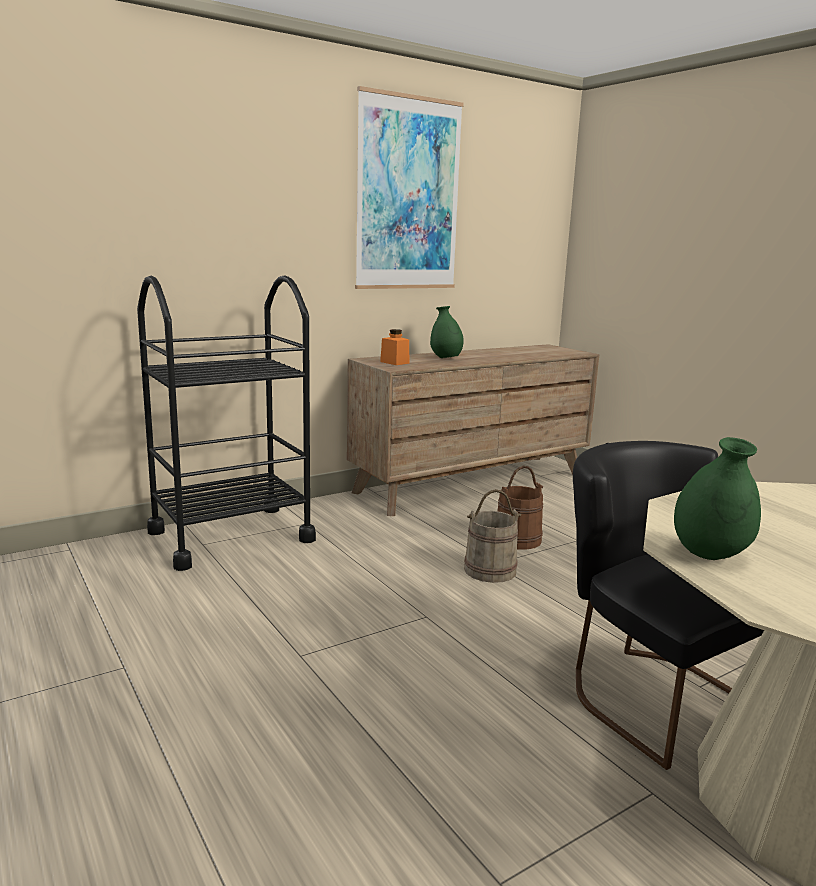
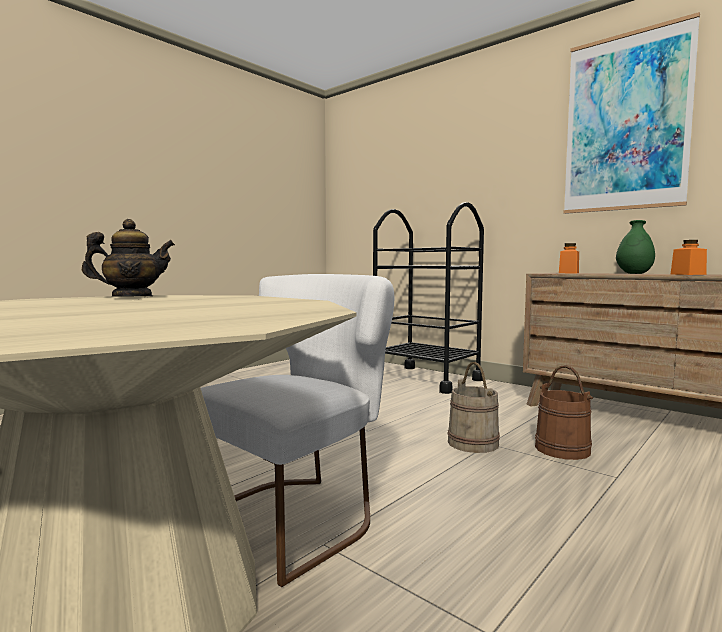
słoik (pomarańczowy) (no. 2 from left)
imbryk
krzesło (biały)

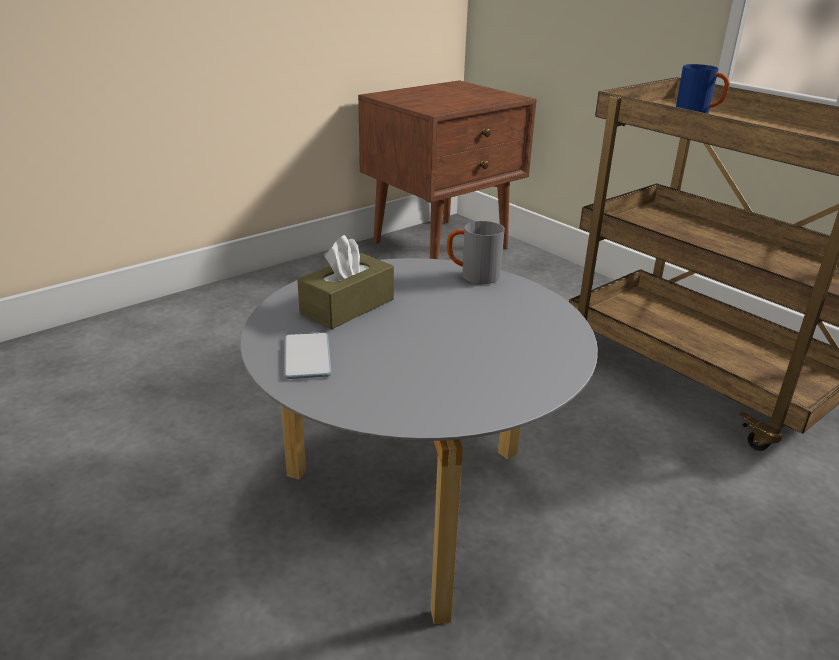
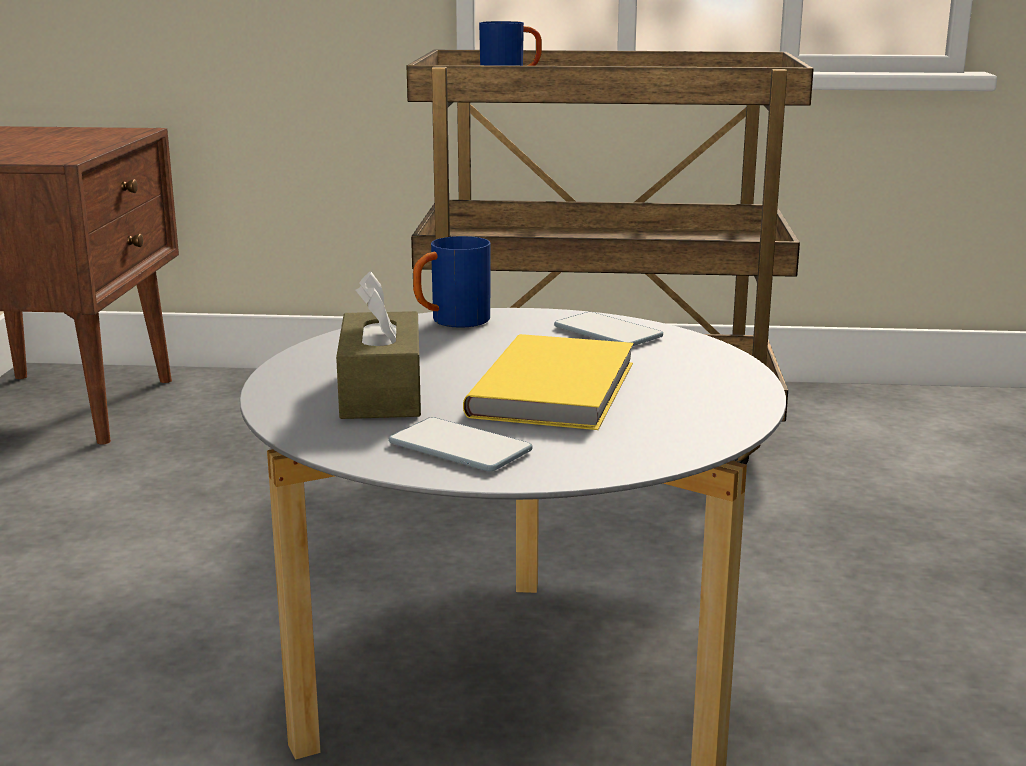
książka (żółty)
telefon (no. 2 from left)
kubek (niebieski) (no. 1 from left)

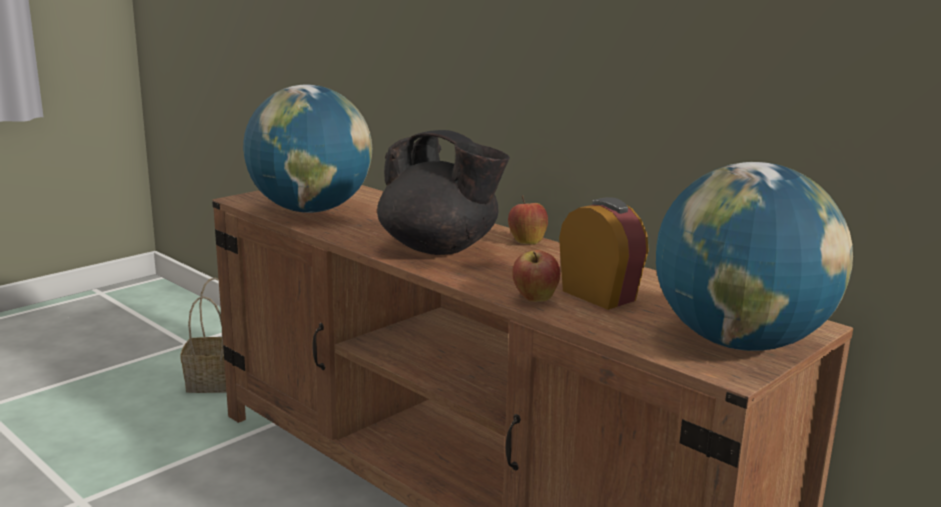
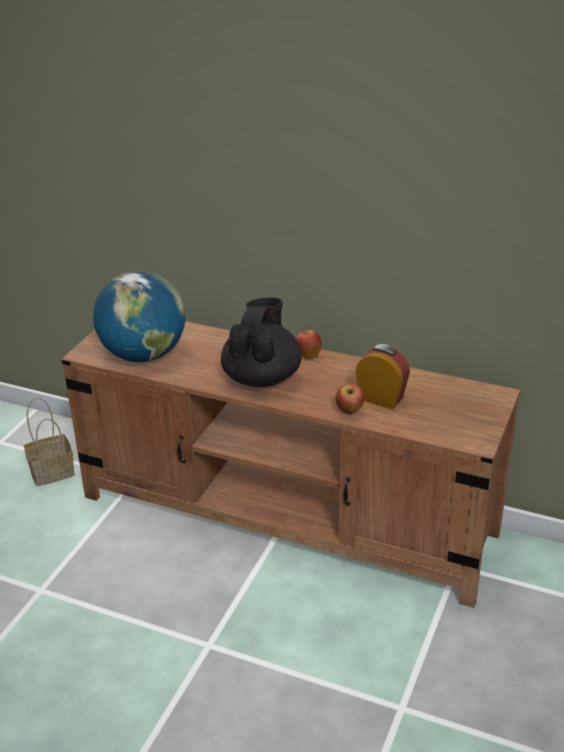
globus (no. 2 from left in the first image)
imbryk (czarny)

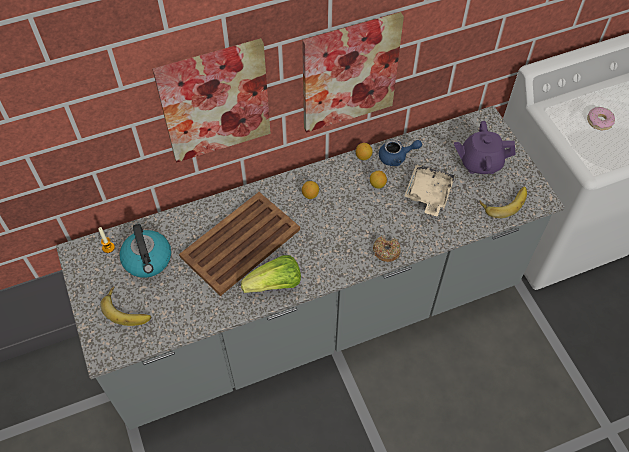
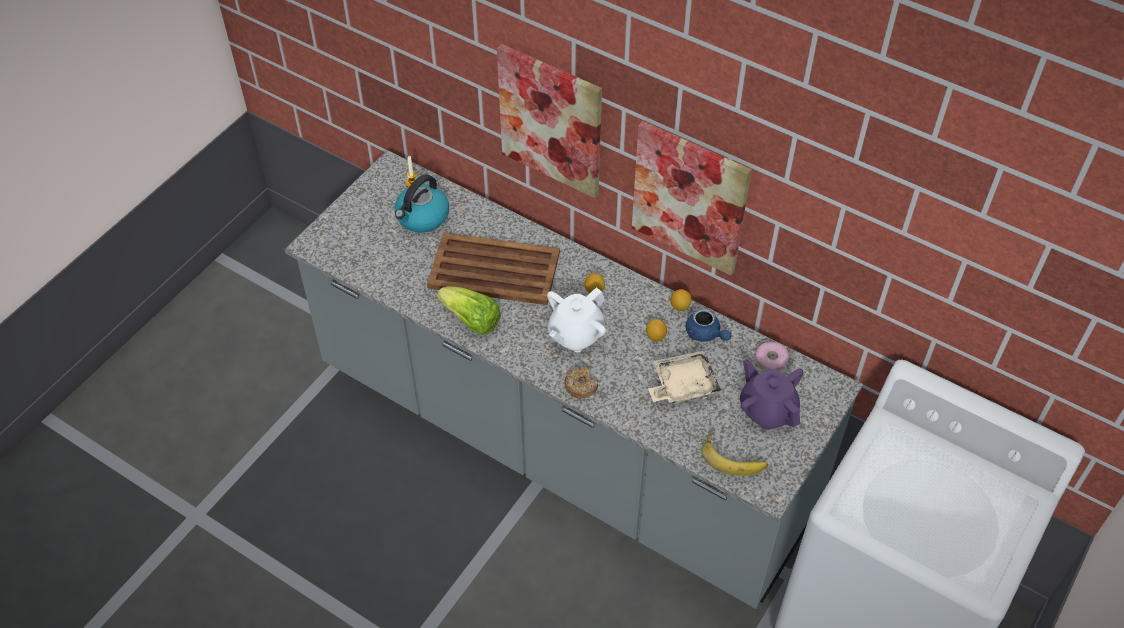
banan (no. 1 from left in the first image)
imbryk (biały)
donut (no. 2 from left)

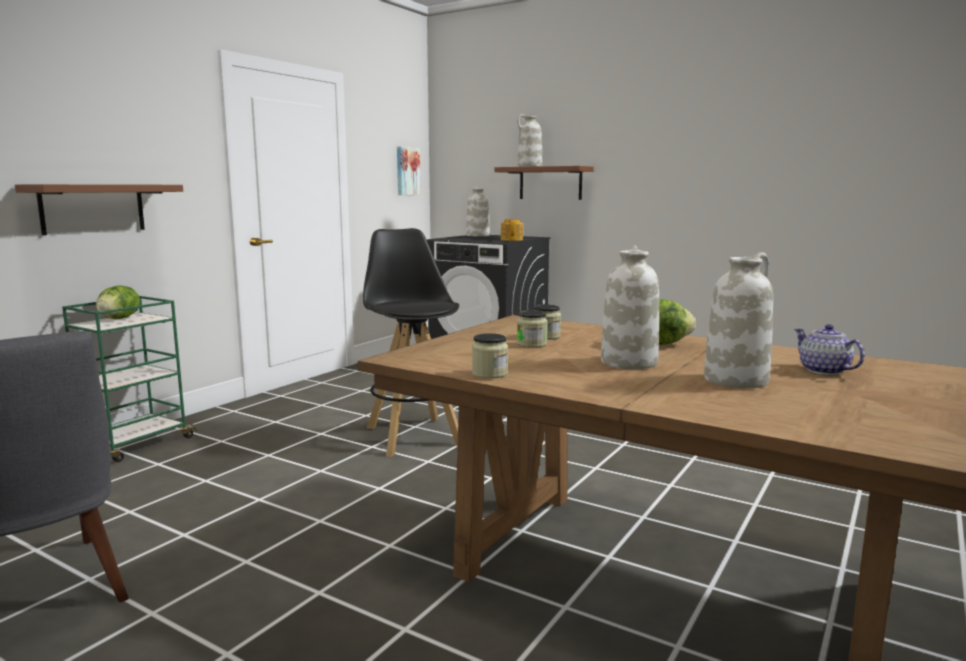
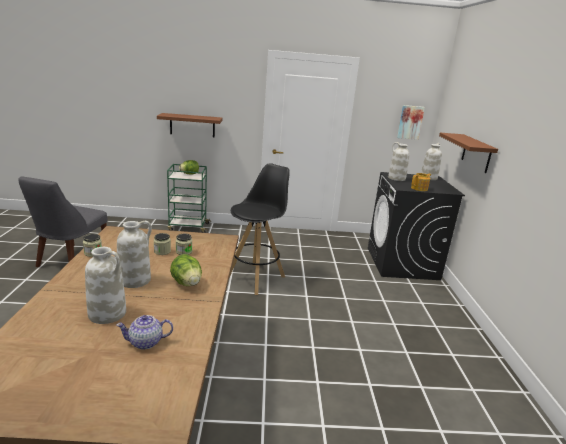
wazon (biały) (no. 3 from left)
imbryk (no. 1 from left)

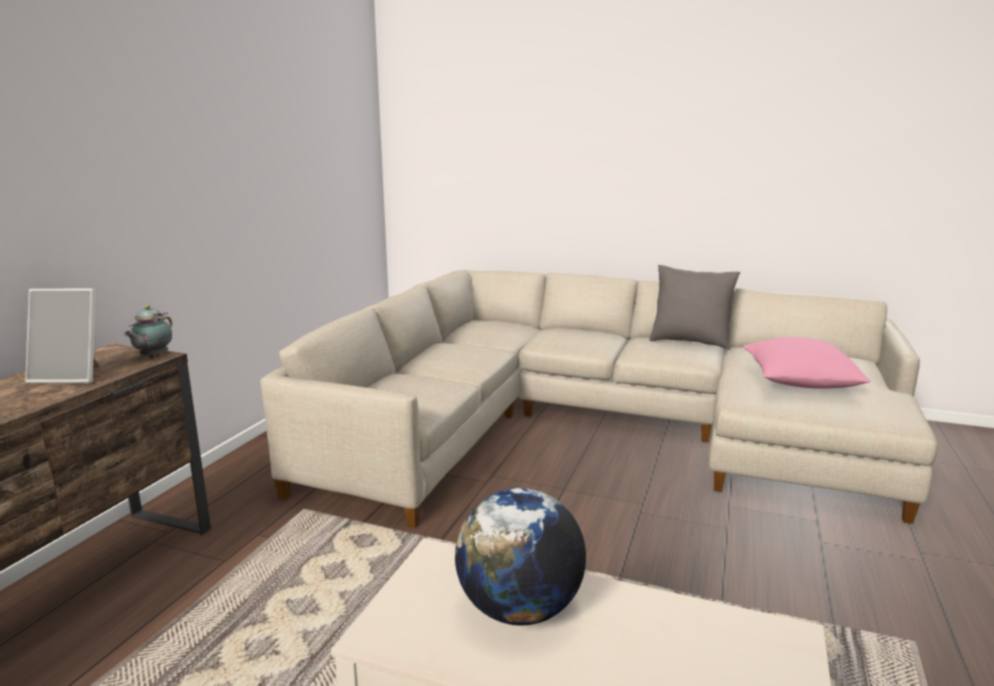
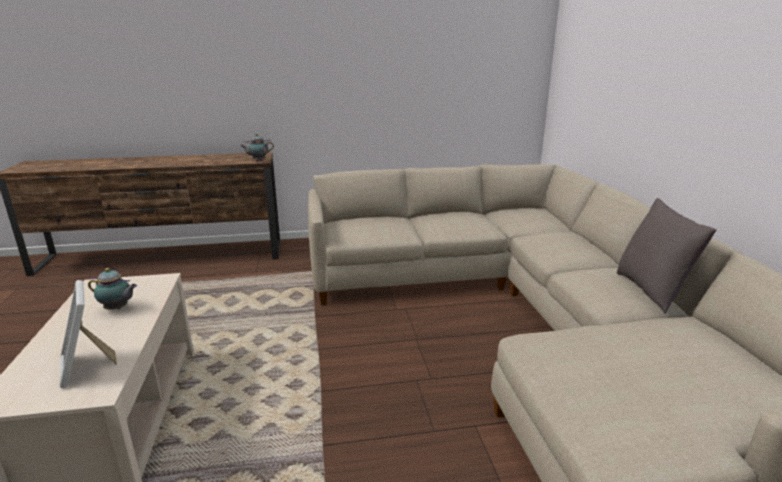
poduszka (różowy)
ramka na zdjęcie
imbryk (no. 1 from left)

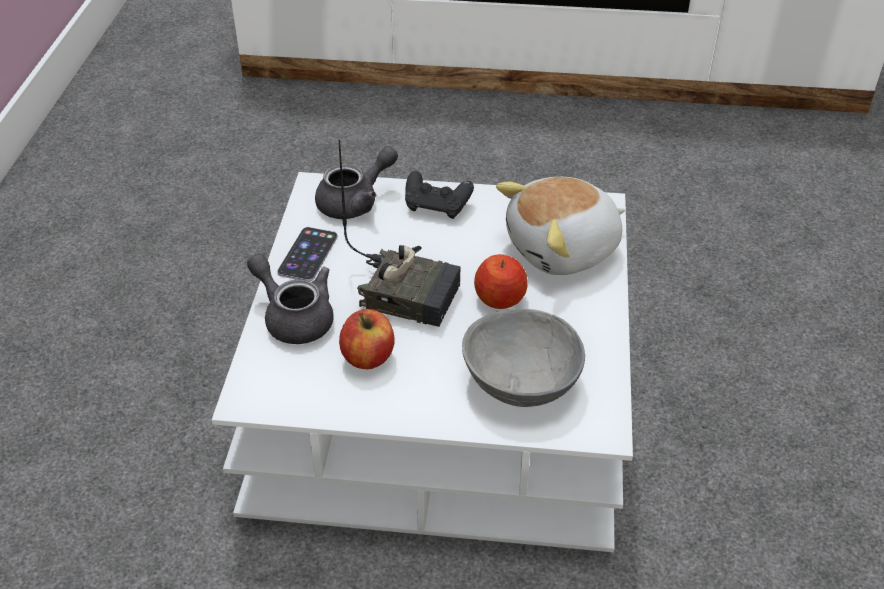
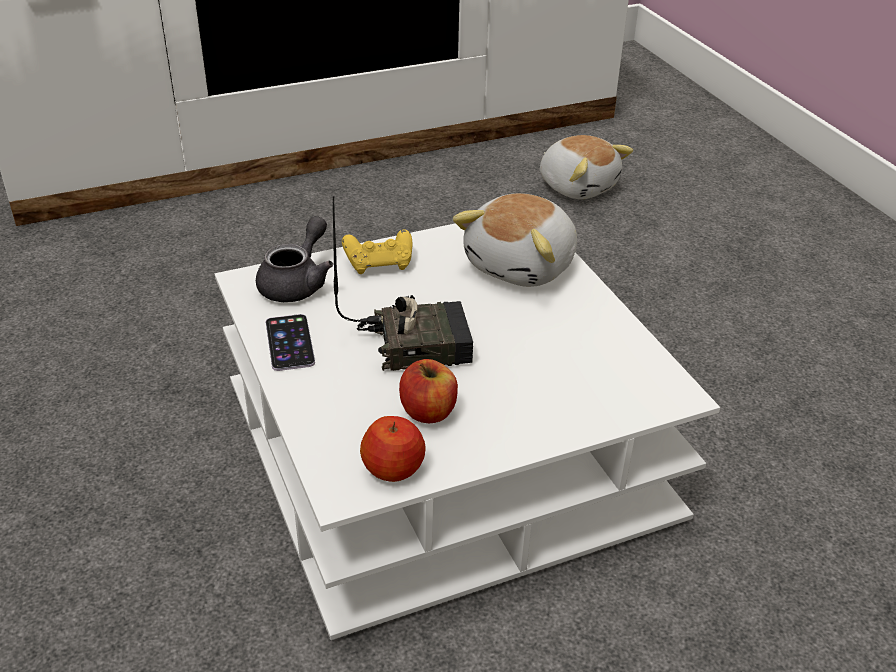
imbryk (szary) (no. 1 from left in the first image)
miska (szary)
pluszak (no. 2 from left)
jabłko (no. 1 from left)
pad do gier (żółty)

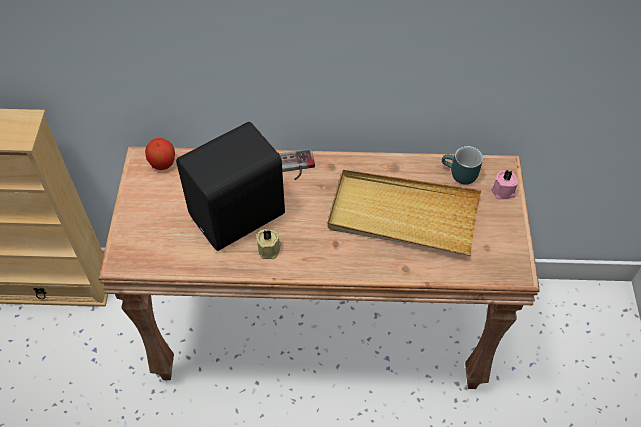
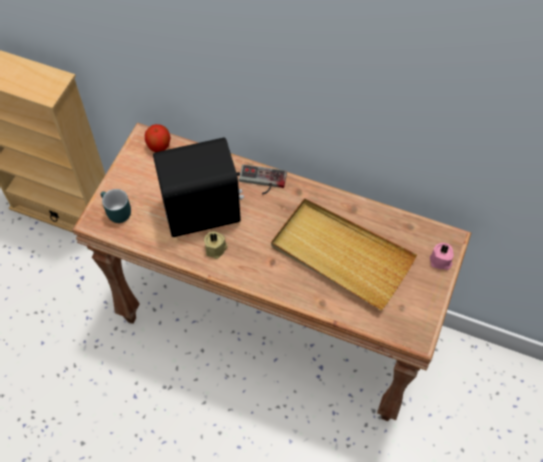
kubek (turkusowy)

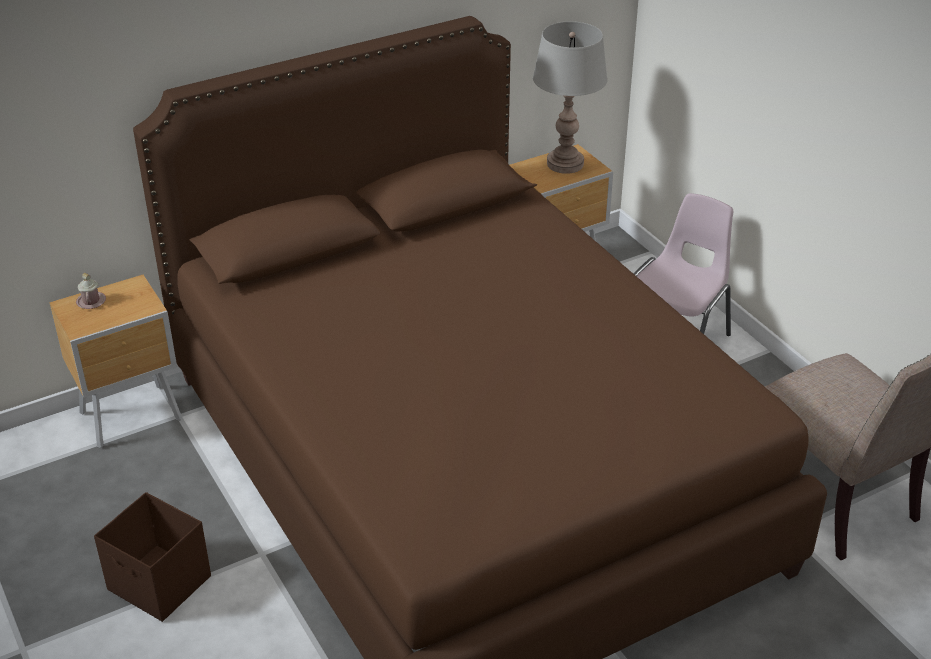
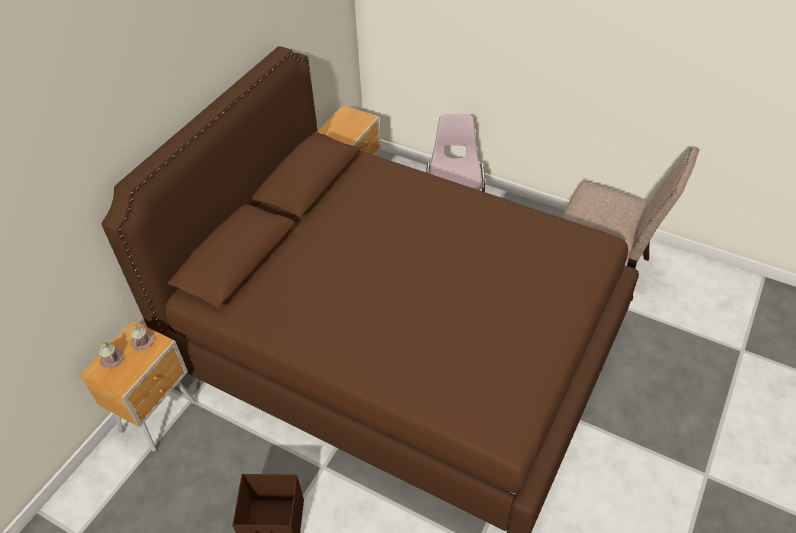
lampa stołowa (szary)
kubek (różowy) (no. 2 from left)

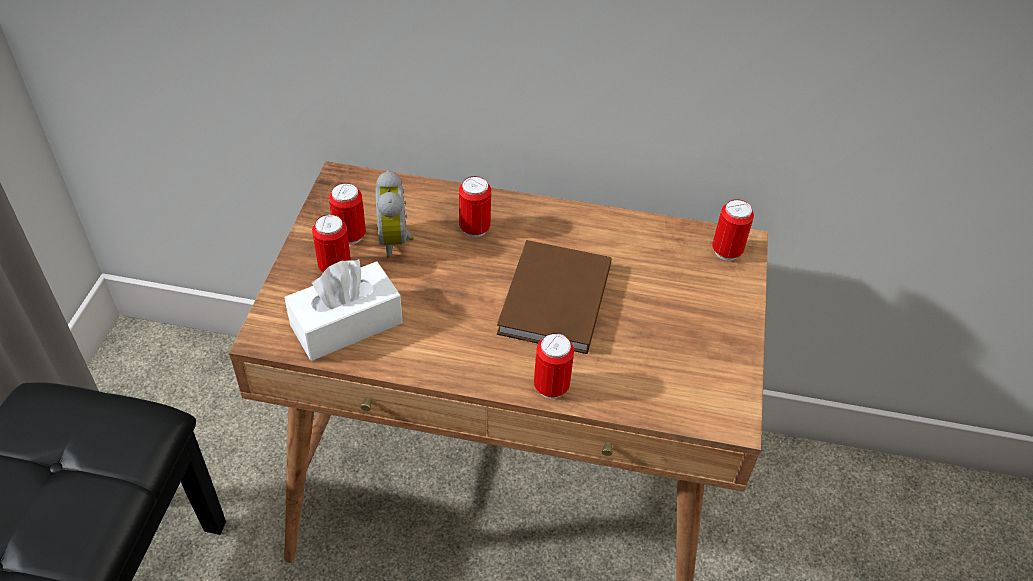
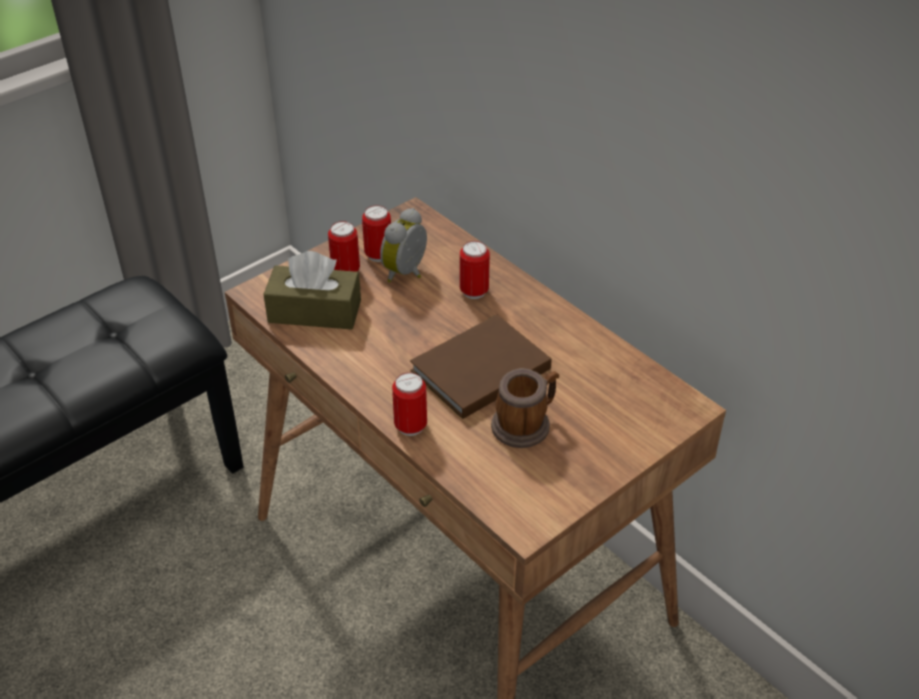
puszka (no. 5 from left in the first image)
kubek
pudełko chusteczek (brązowy)

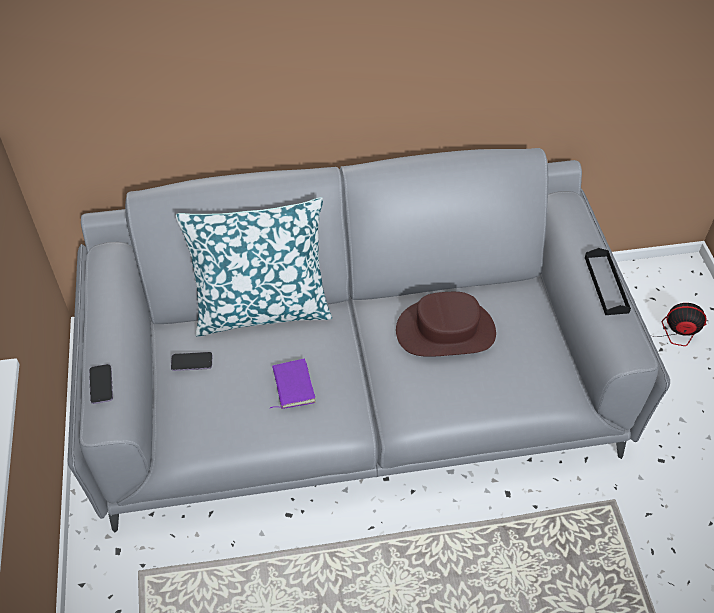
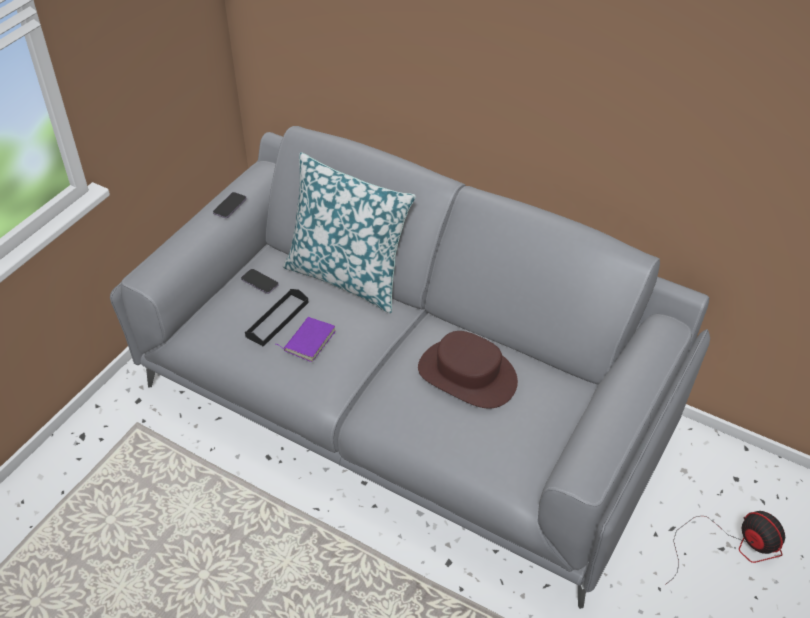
telefon (no. 1 from left)
taca (czarny)

